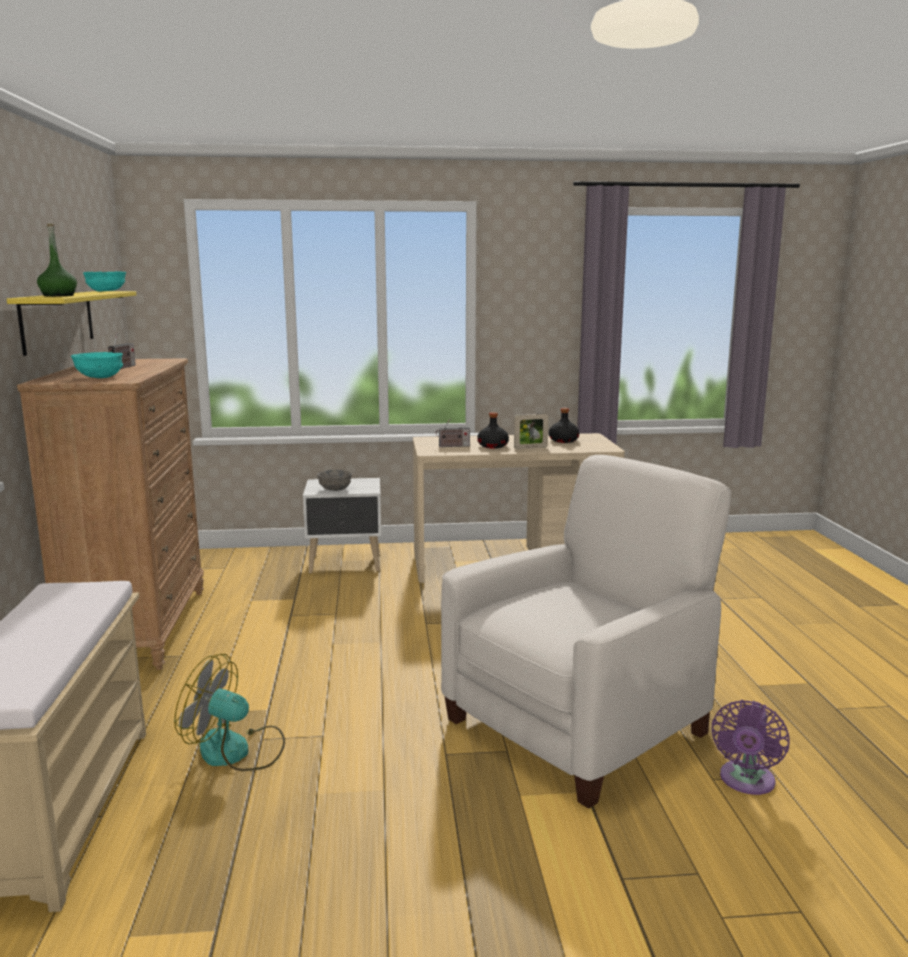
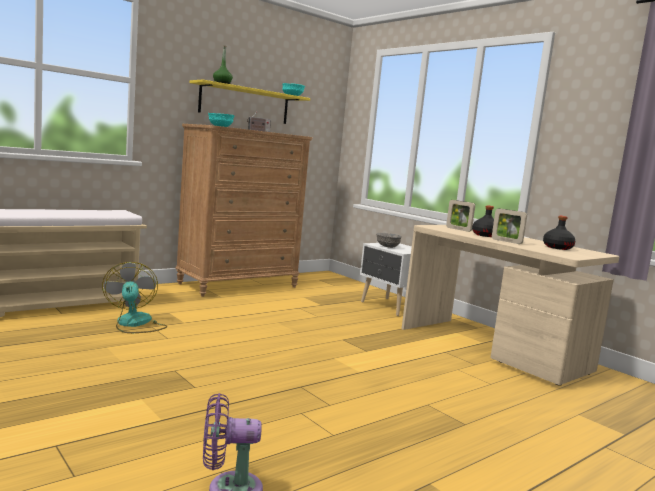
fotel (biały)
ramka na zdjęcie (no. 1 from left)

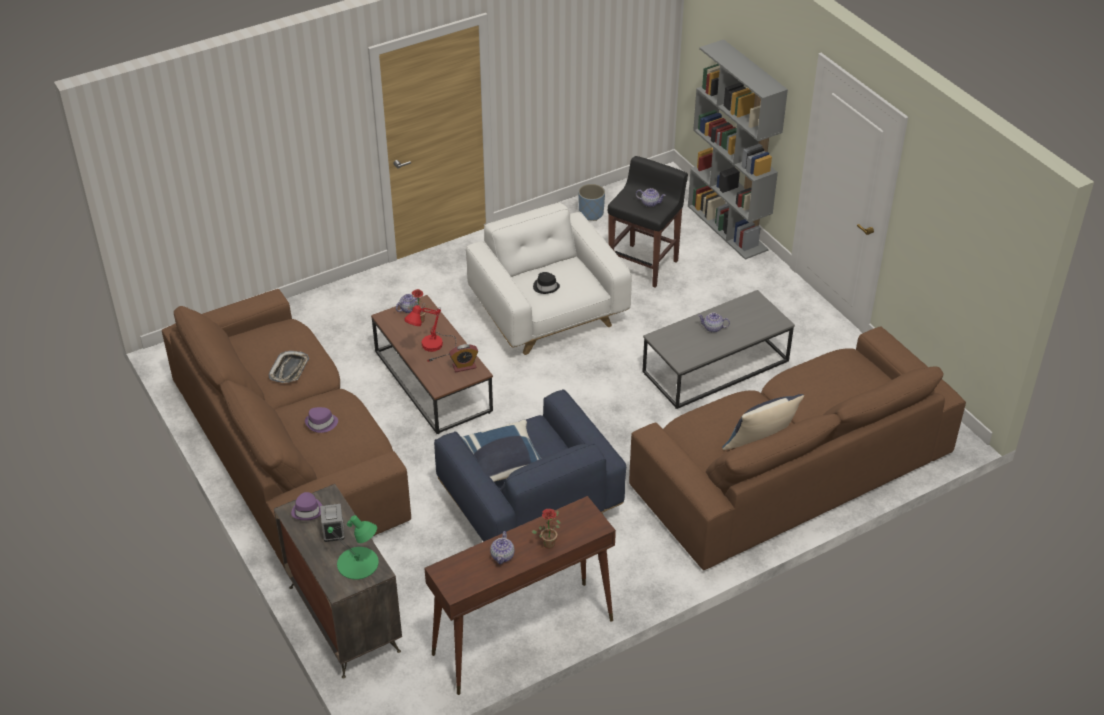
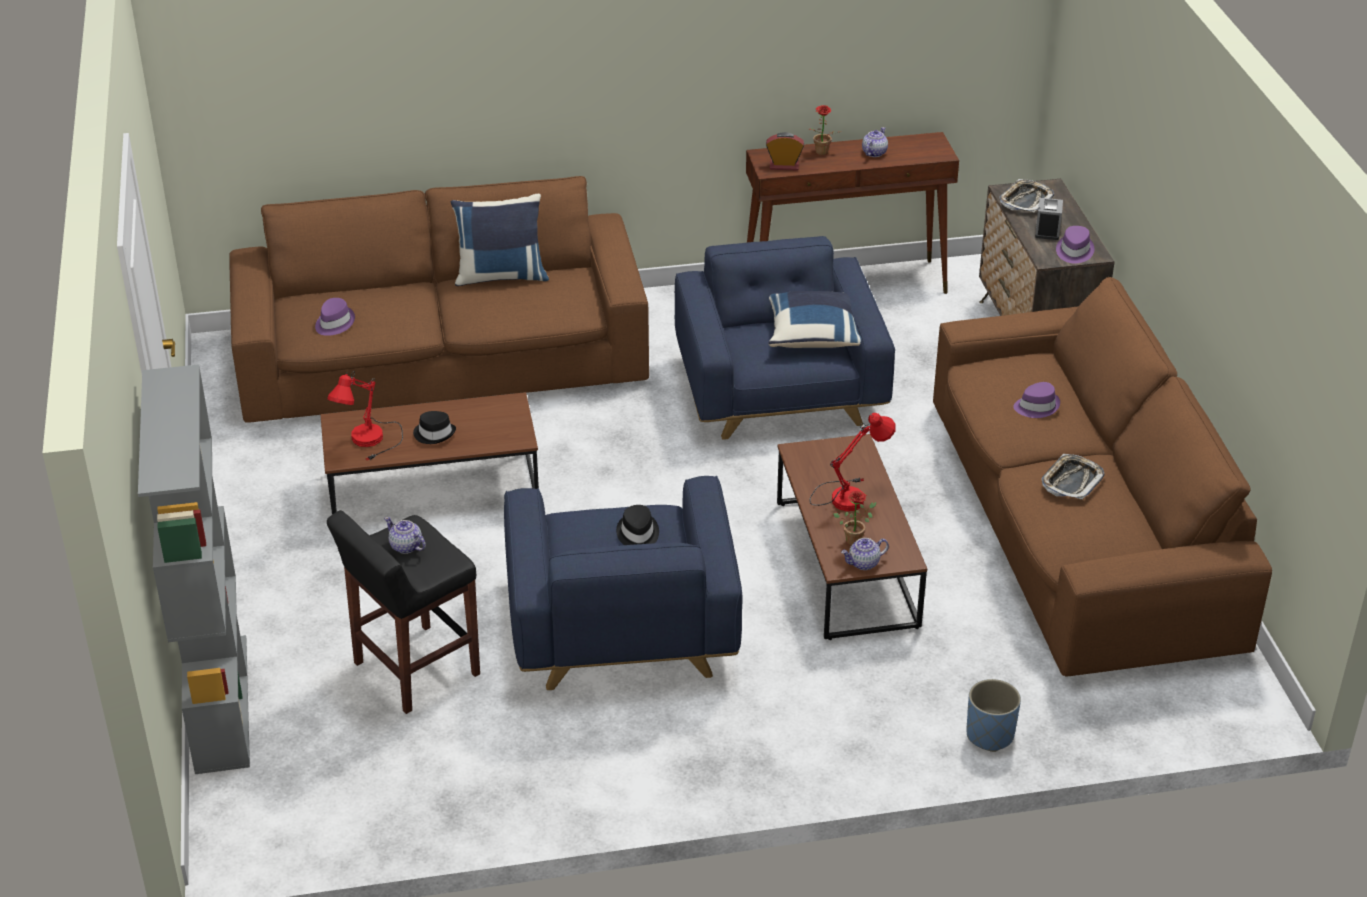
kapelusz (fioletowy) (no. 1 from left)
lampa stołowa (czerwony) (no. 1 from left)
budzik (no. 1 from left)
donica (niebieski)
taca (no. 1 from left)
kapelusz (czarny) (no. 1 from left)
fotel (niebieski) (no. 1 from left)
ława (brązowy) (no. 1 from left)

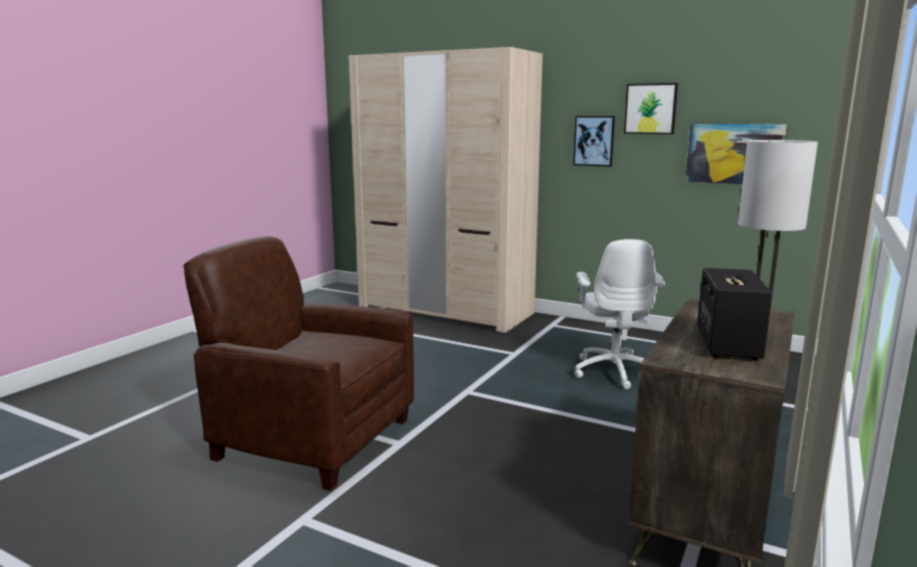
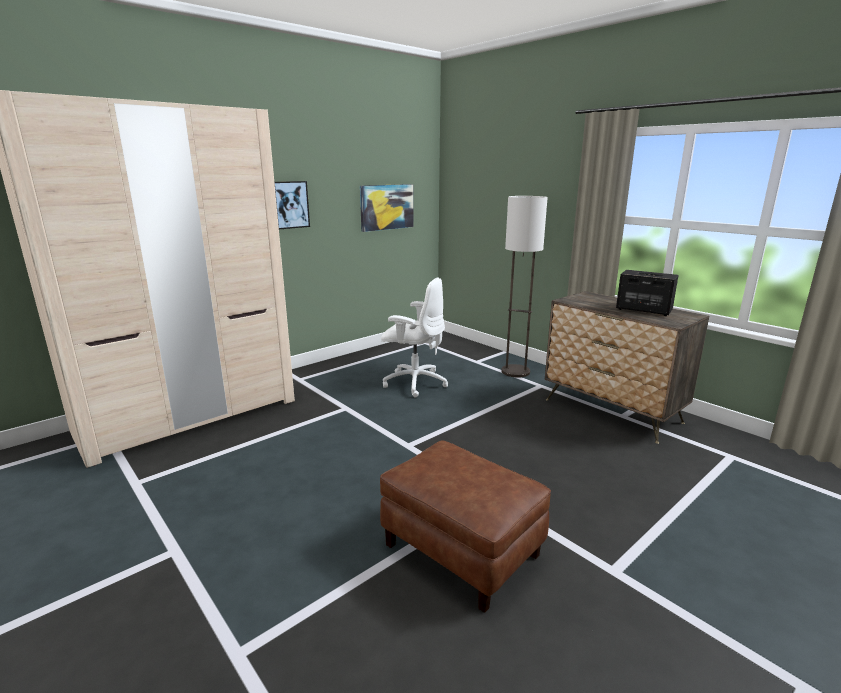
obraz (no. 2 from left in the first image)
pufa (brązowy)

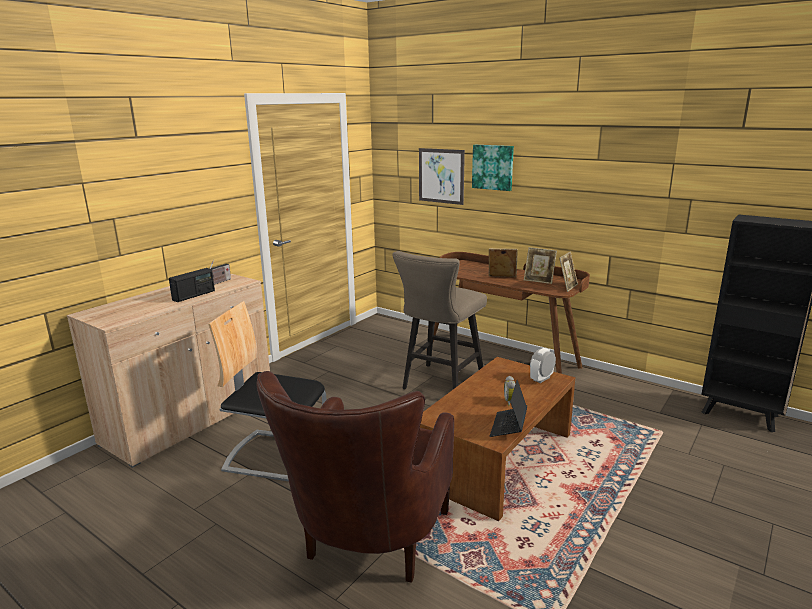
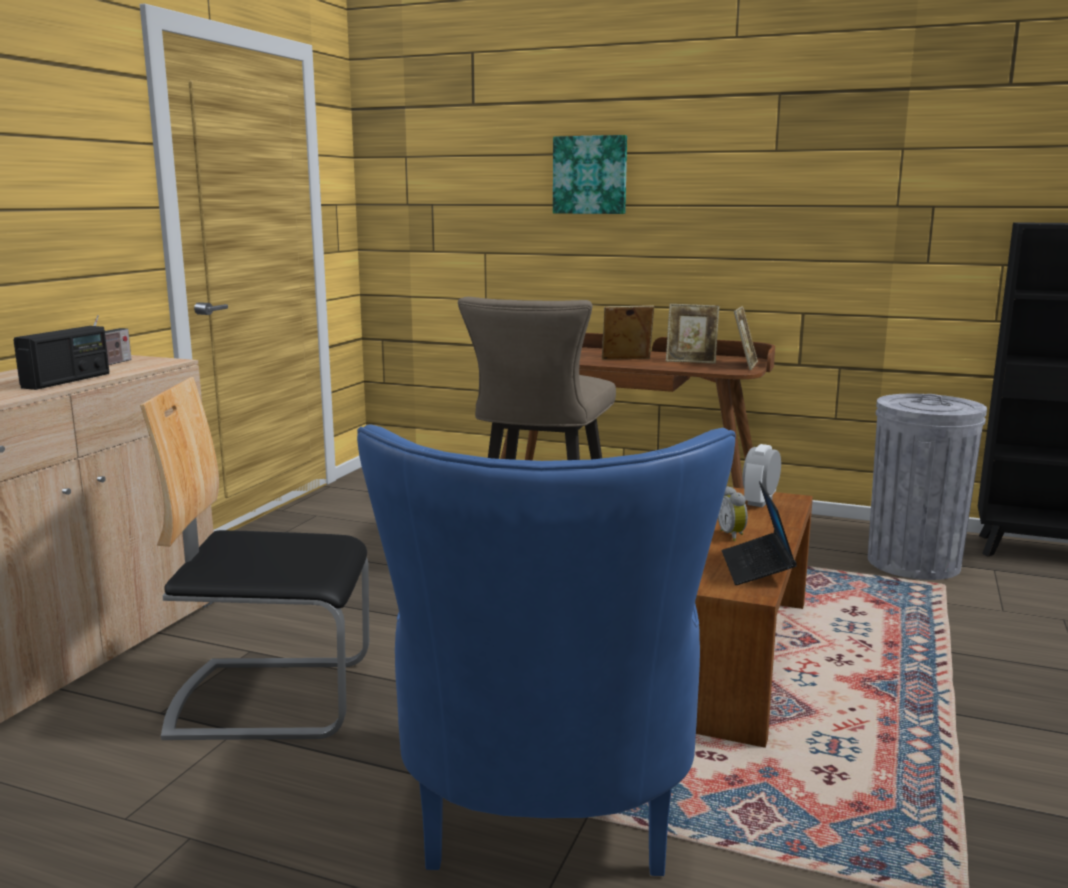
obraz (no. 1 from left in the first image)
kosz na śmieci (szary)
fotel (niebieski)

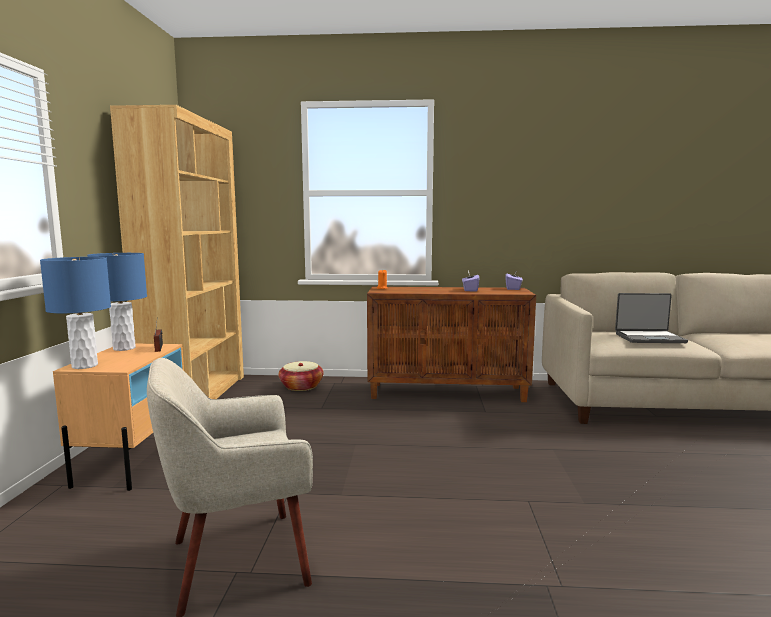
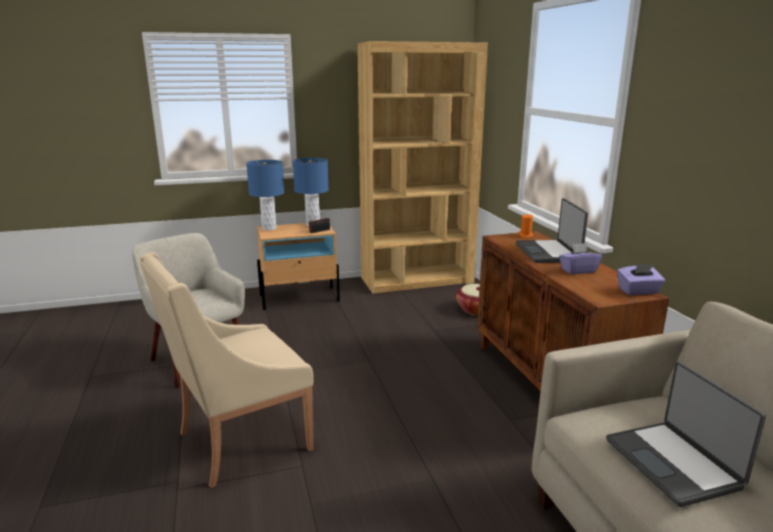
fotel (beżowy) (no. 2 from left)
laptop (no. 1 from left)

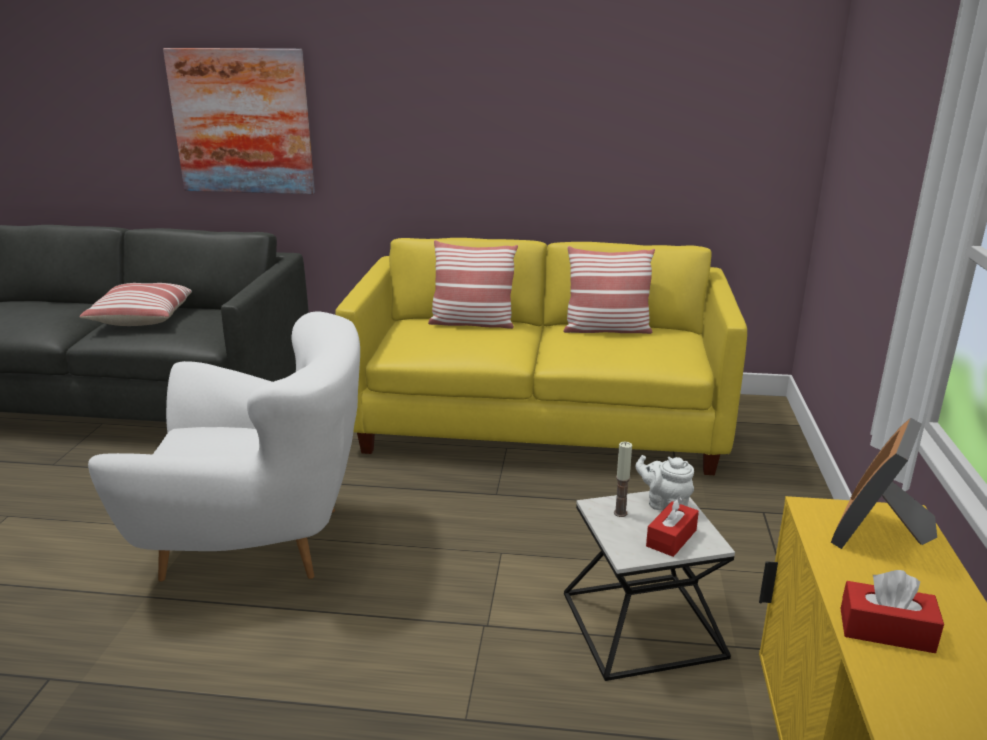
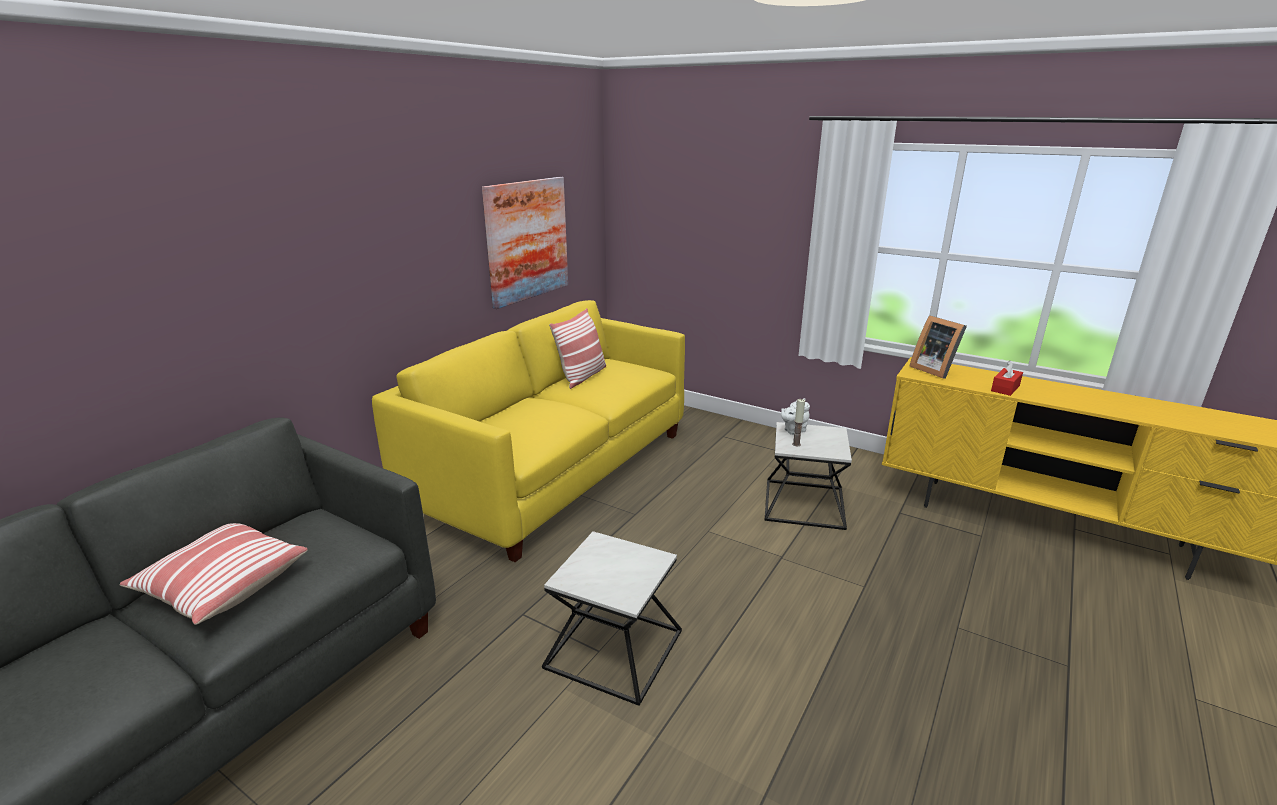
poduszka (no. 2 from left in the first image)
pudełko chusteczek (czerwony) (no. 1 from left in the first image)
obraz
stolik (no. 1 from left)

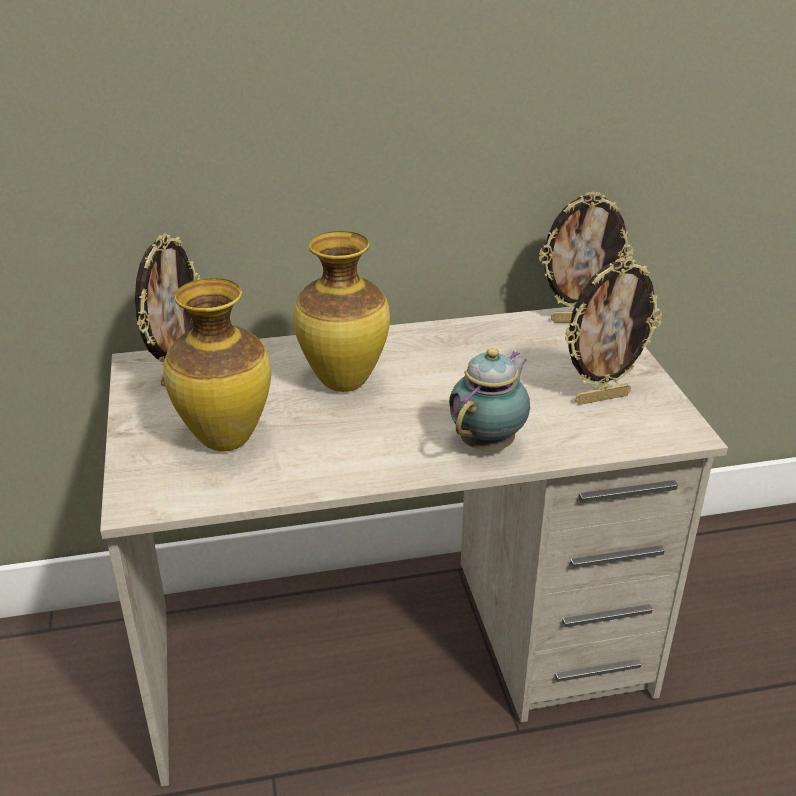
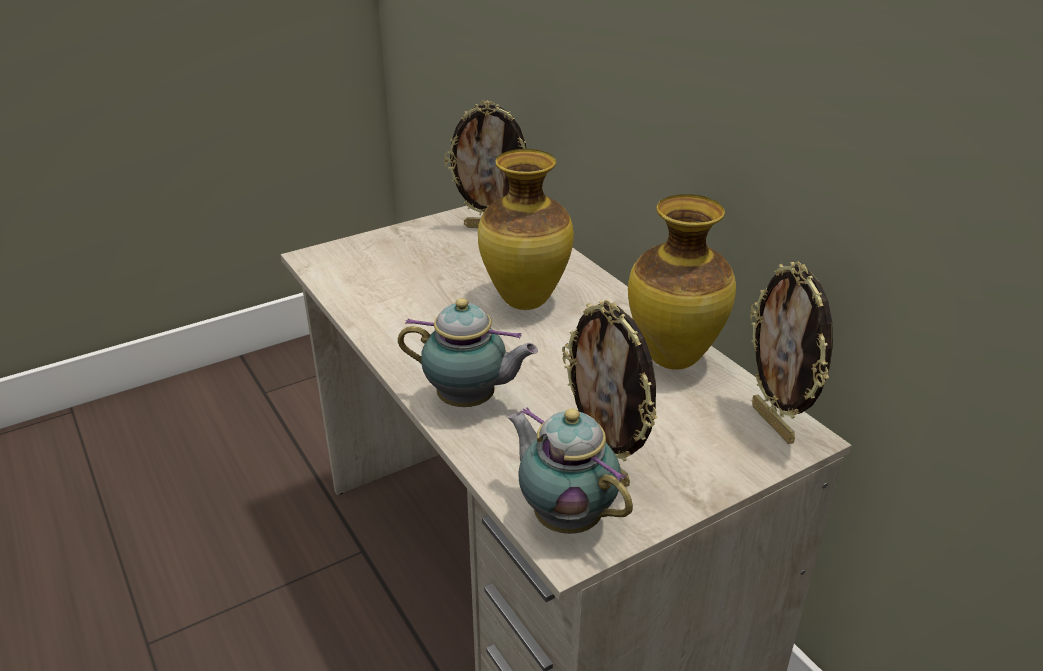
imbryk (no. 2 from left)
wazon (no. 2 from left)

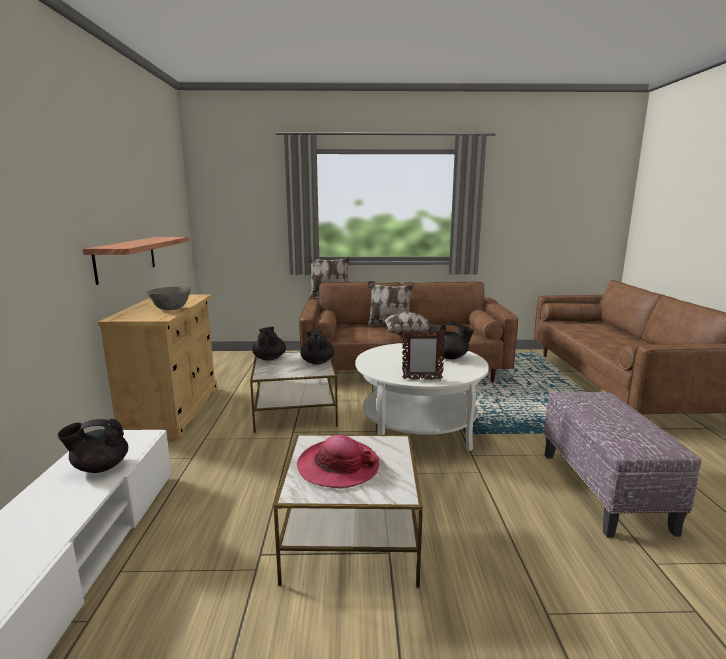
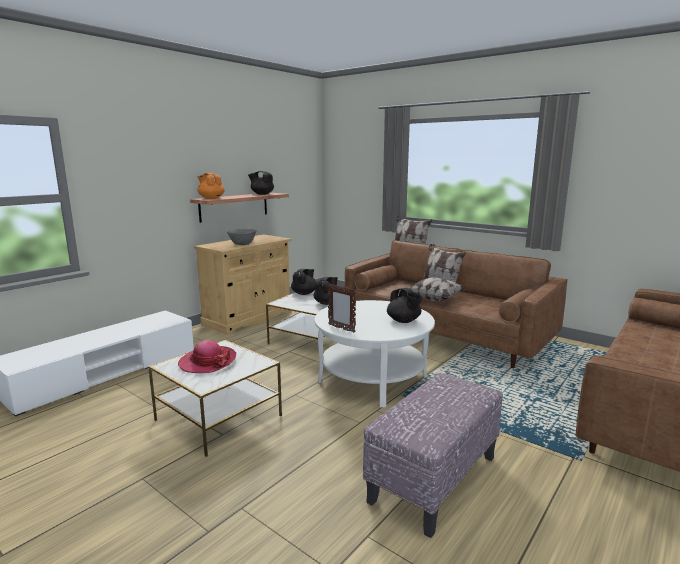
imbryk (pomarańczowy)
imbryk (czarny) (no. 1 from left)

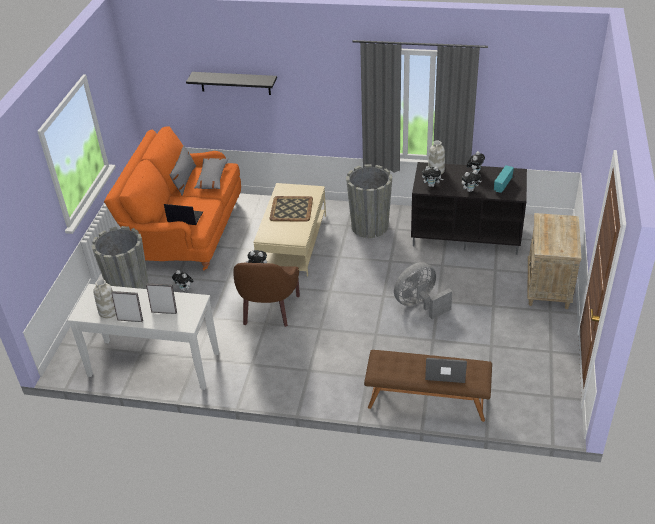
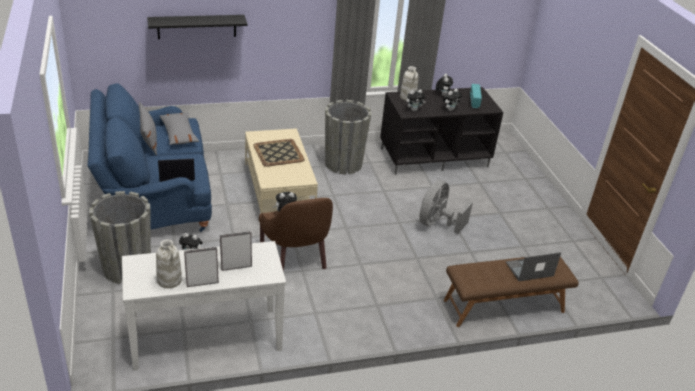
szafka nocna (beżowy)
kanapa (niebieski)

